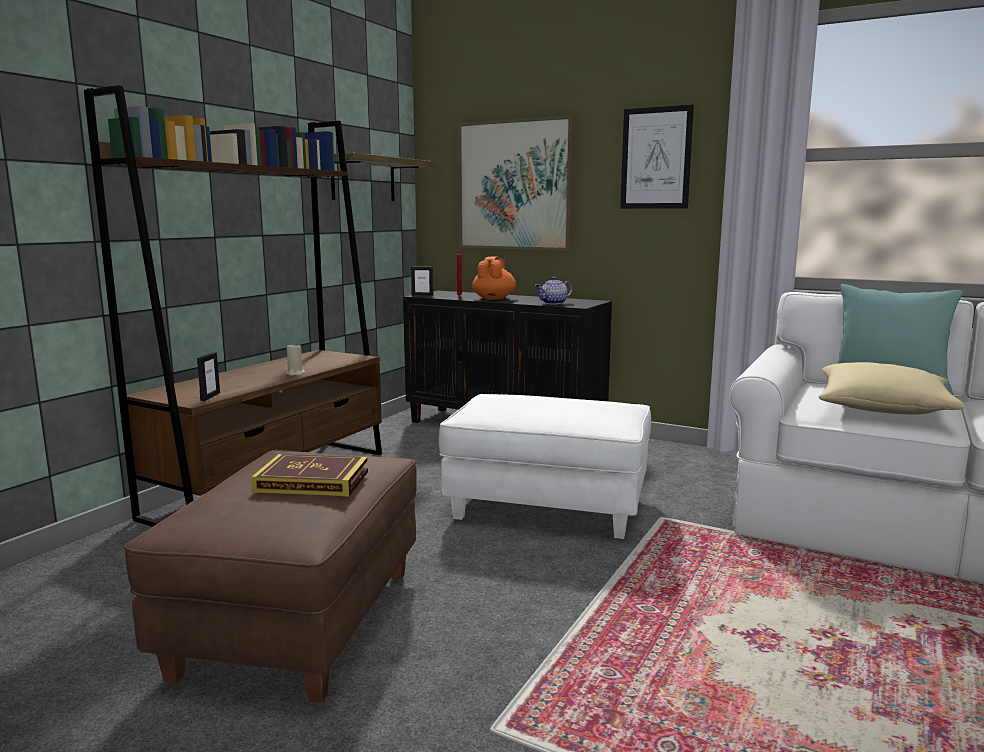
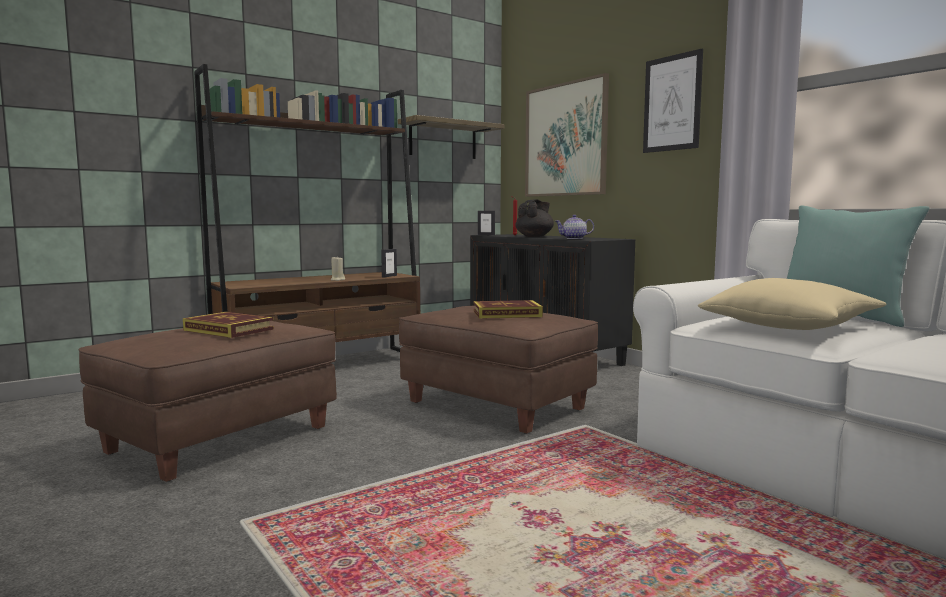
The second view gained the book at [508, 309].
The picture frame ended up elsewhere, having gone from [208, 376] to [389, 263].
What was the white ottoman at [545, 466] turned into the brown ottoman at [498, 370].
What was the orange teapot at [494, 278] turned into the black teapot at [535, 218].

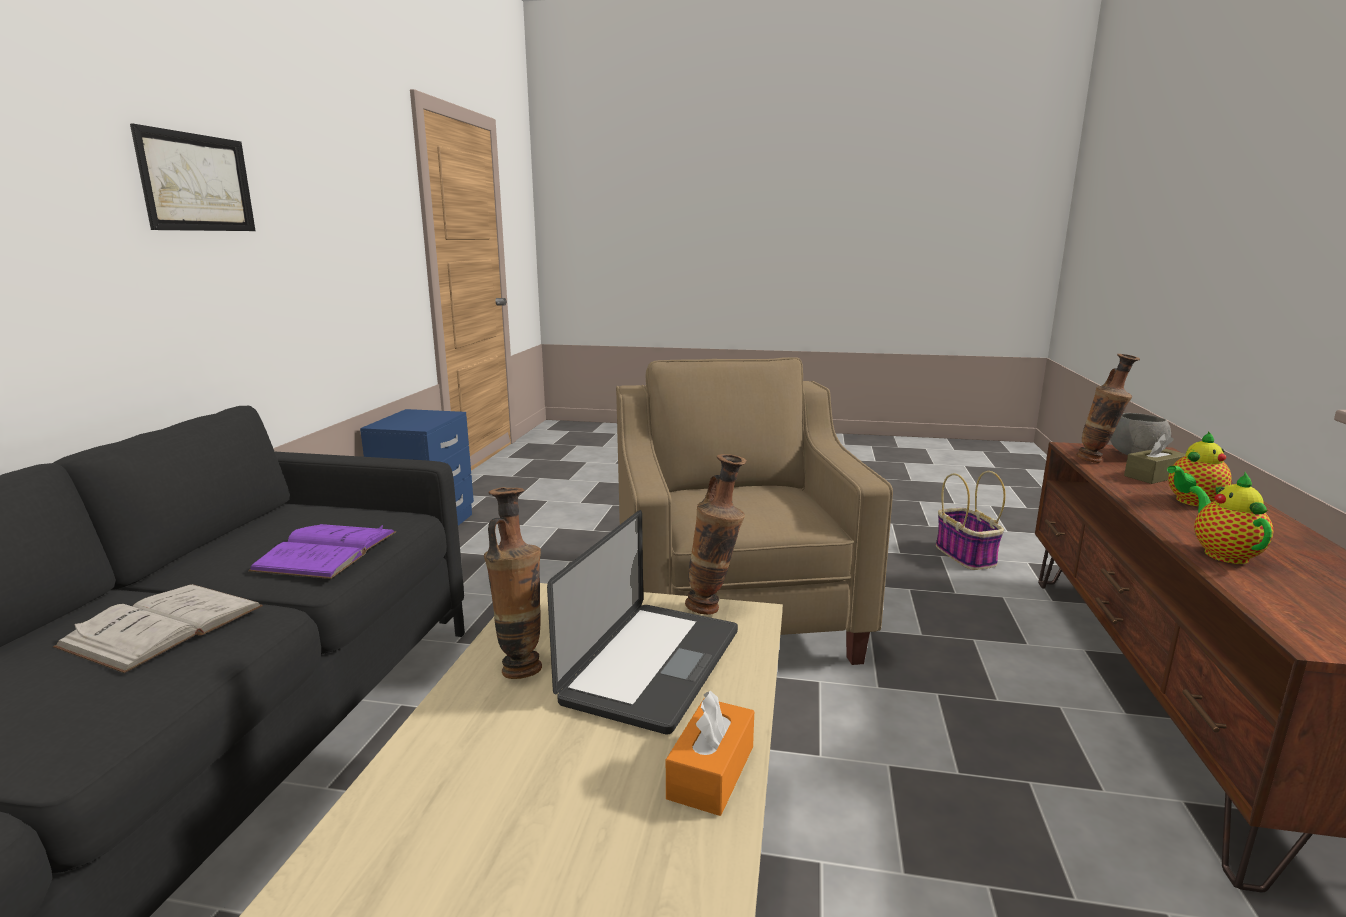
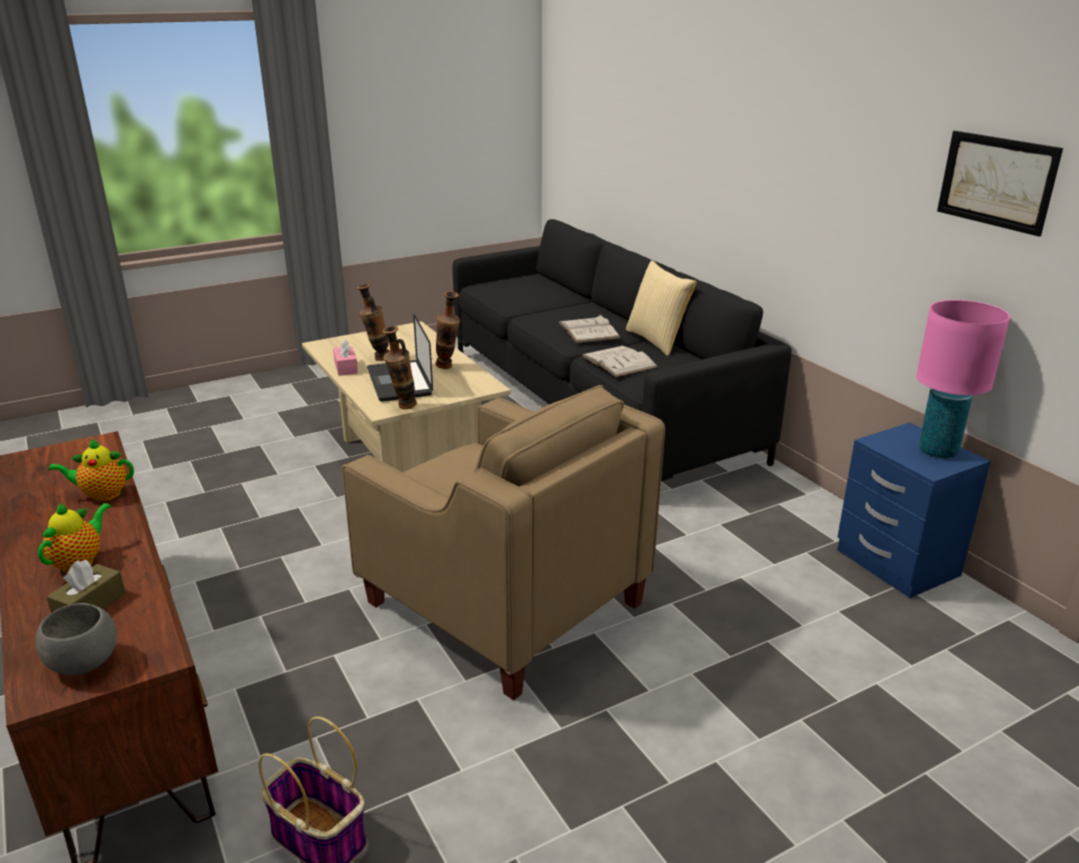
The second view gained the pillow at [661, 308].
The second view gained the pink table lamp at [963, 379].
The picture ended up elsewhere, having gone from [192, 177] to [1000, 183].
The vase ended up elsewhere, having gone from [1108, 408] to [372, 322].
What was the purple book at [322, 551] turned into the white book at [620, 361].
What was the orange tissue box at [710, 753] turned into the pink tissue box at [345, 357].
The teapot at [1231, 518] ended up facing another way, 120 degrees clockwise from before.

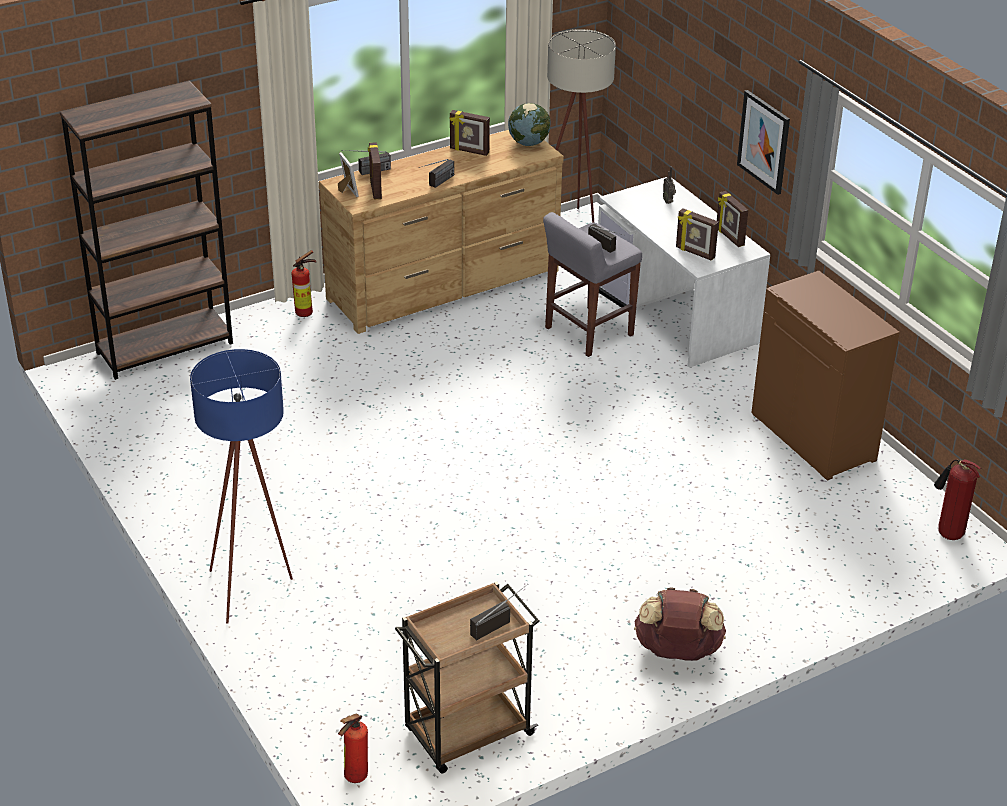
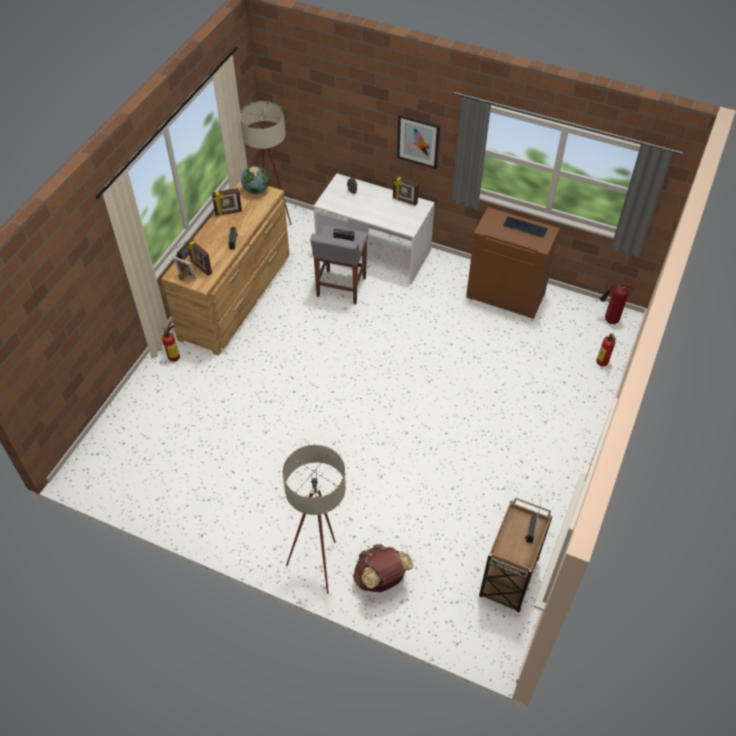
The second view lost the brown bookcase at [146, 230].
The second view lost the picture frame at [697, 234].
The second view gained the keyboard at [525, 227].
The fire extinguisher ended up elsewhere, having gone from [353, 748] to [606, 349].
The brown backpack ended up elsewhere, having gone from [680, 624] to [383, 568].
What was the blue floor lamp at [241, 486] turned into the beige floor lamp at [314, 519].

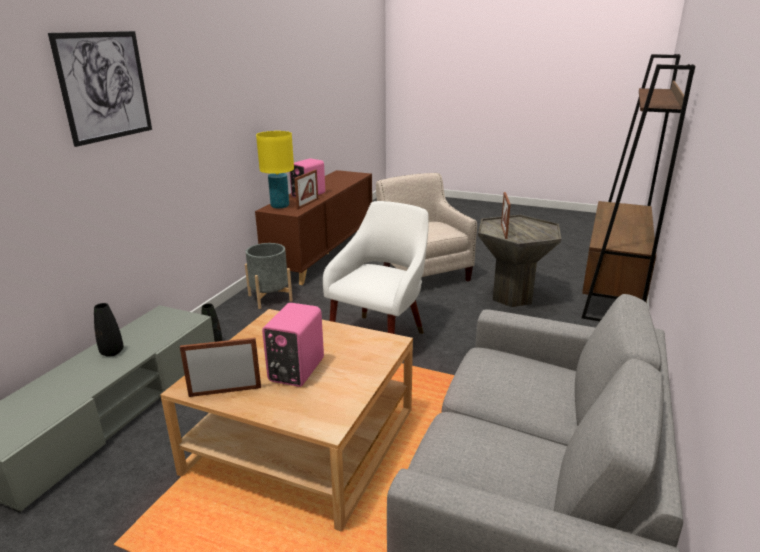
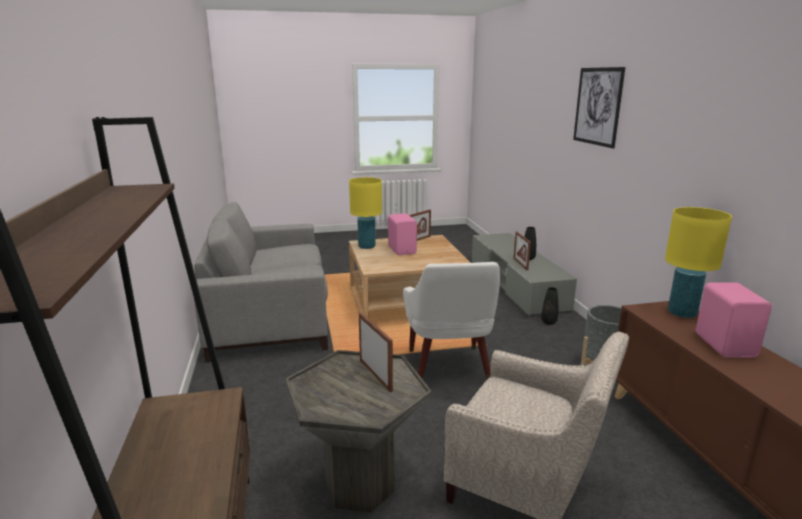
The second view gained the yellow table lamp at [365, 213].
The picture frame ended up elsewhere, having gone from [306, 189] to [522, 251].

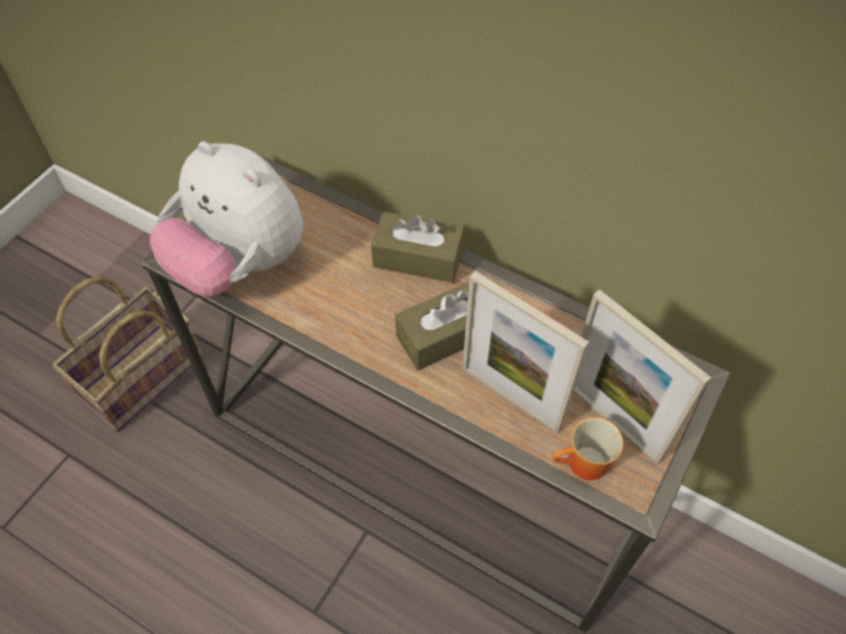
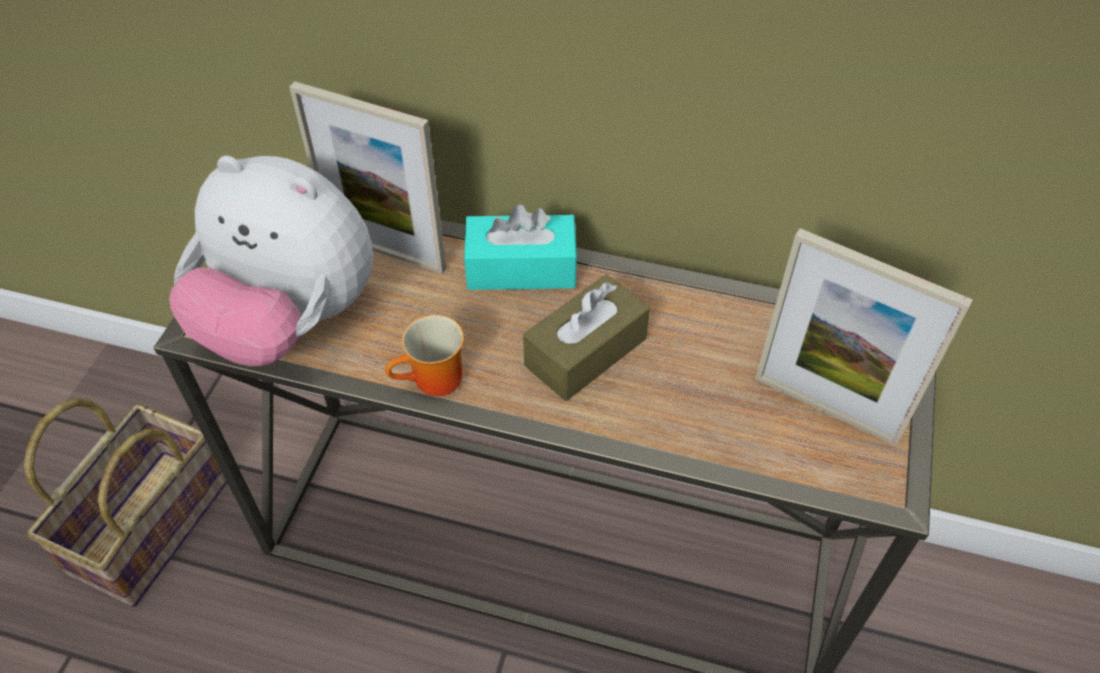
The picture frame ended up elsewhere, having gone from [525, 352] to [367, 177].
The mug ended up elsewhere, having gone from [587, 448] to [424, 355].
What was the brown tissue box at [417, 247] turned into the turquoise tissue box at [521, 247].

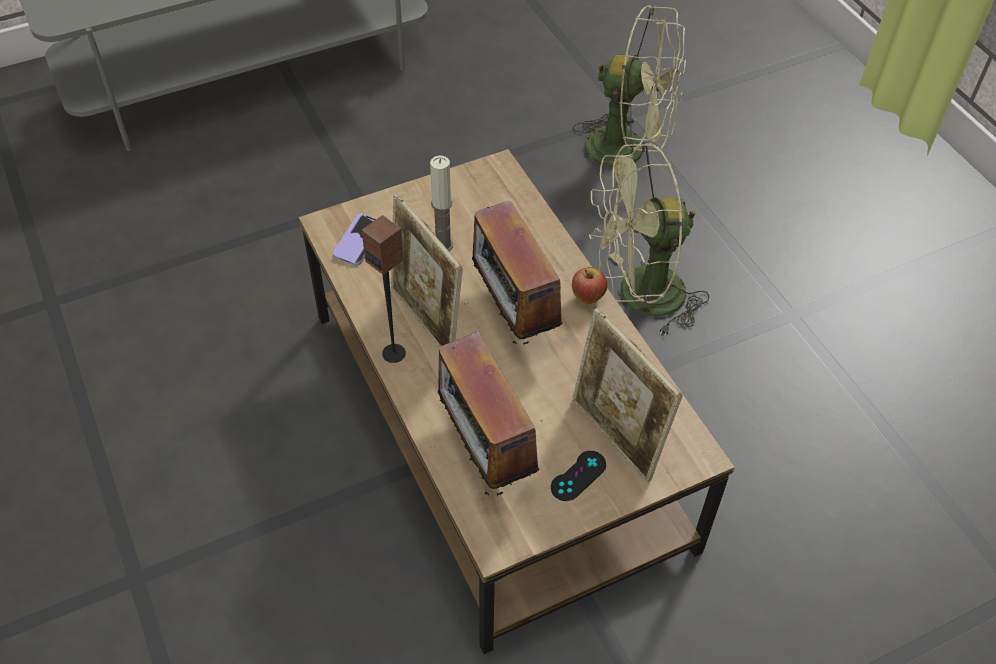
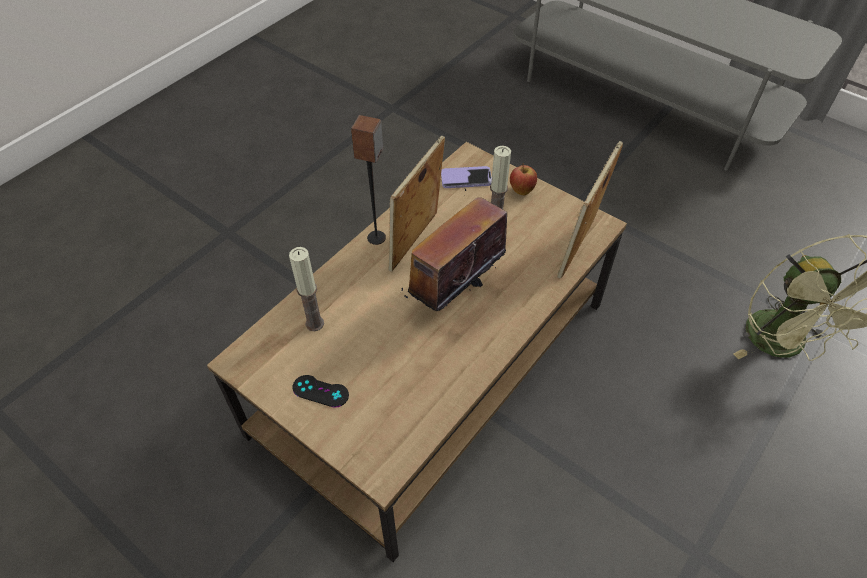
The second view lost the green fan at [649, 239].
The apple ended up elsewhere, having gone from [590, 285] to [523, 179].
The picture frame ended up elsewhere, having gone from [627, 395] to [590, 210].
Where the radio stood at [490, 414], the candle came to stand at [306, 289].

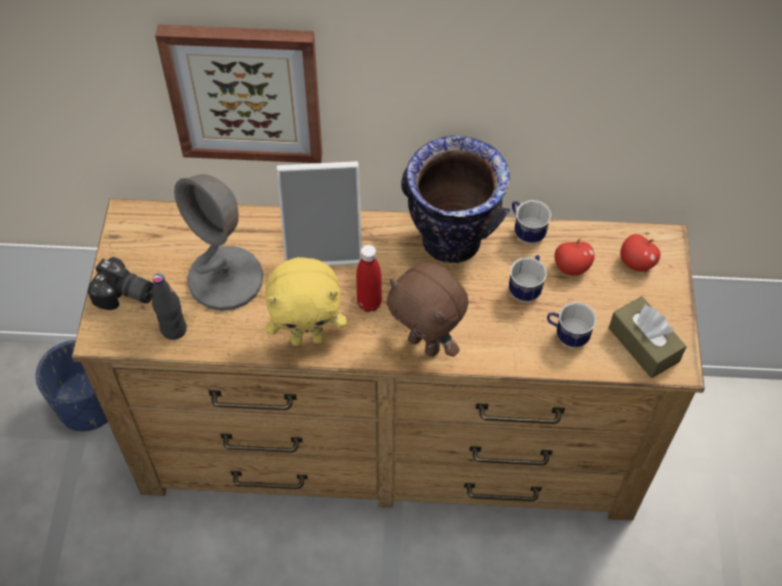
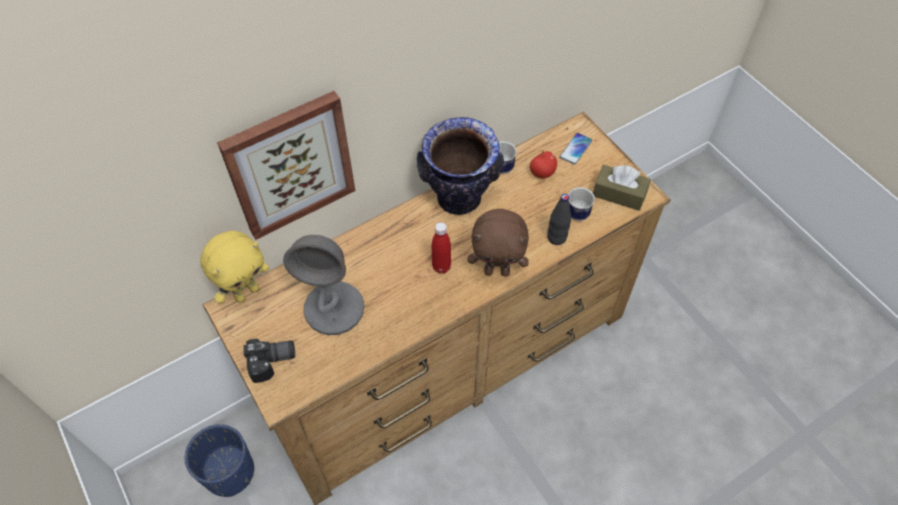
The second view lost the picture frame at [319, 213].
The second view lost the mug at [528, 278].
The black bottle ended up elsewhere, having gone from [169, 307] to [559, 219].
The yellow plush toy ended up elsewhere, having gone from [306, 301] to [234, 267].
Where the apple stood at [640, 252], the phone came to stand at [576, 149].

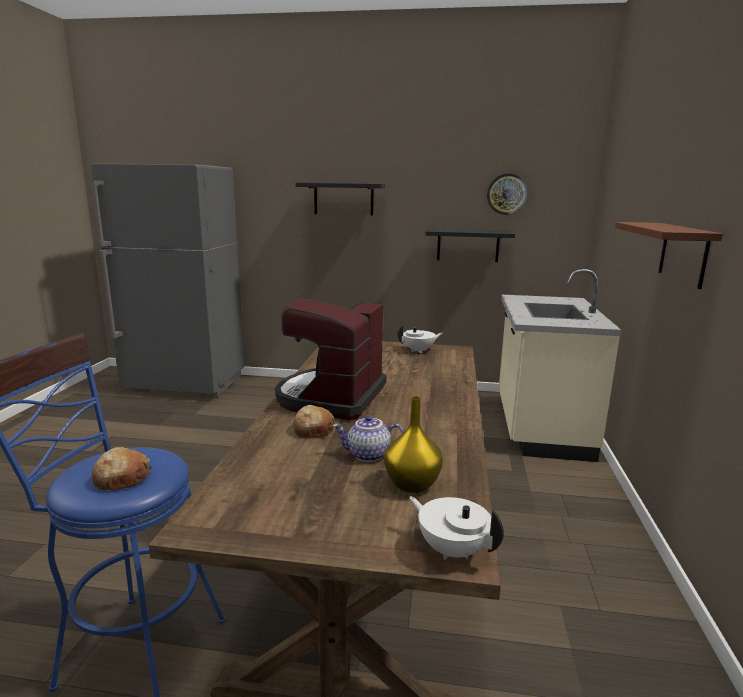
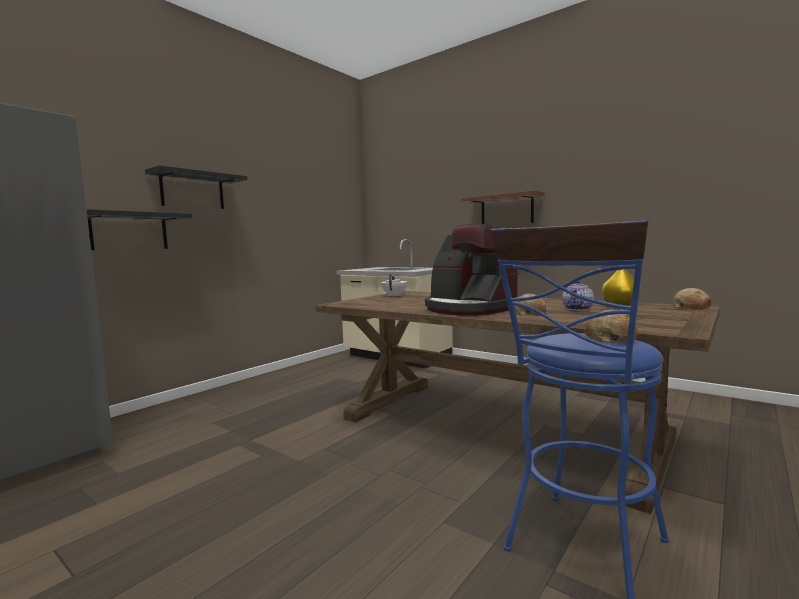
The second view lost the wall clock at [507, 194].
The black shelf ended up elsewhere, having gone from [470, 245] to [139, 229].
Where the white teapot stood at [456, 528], the bread came to stand at [692, 299].

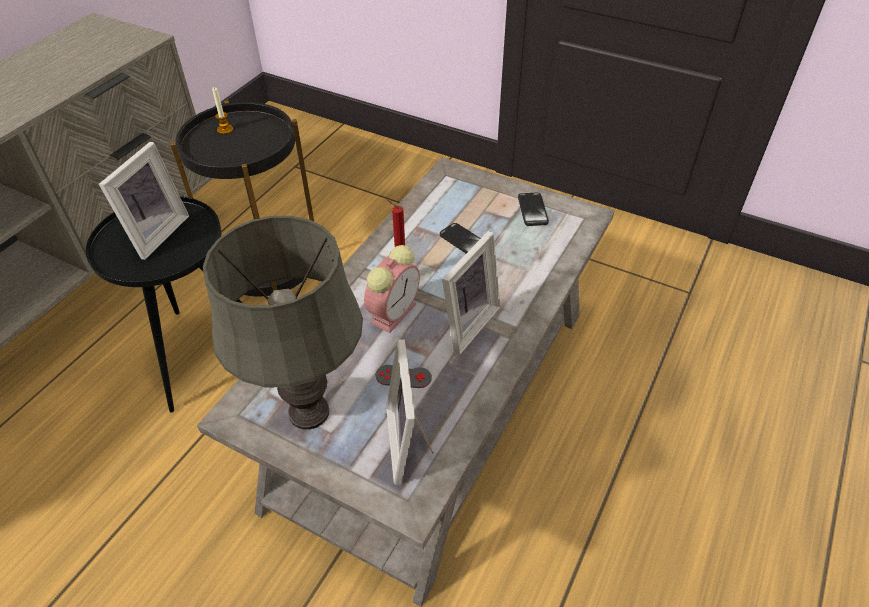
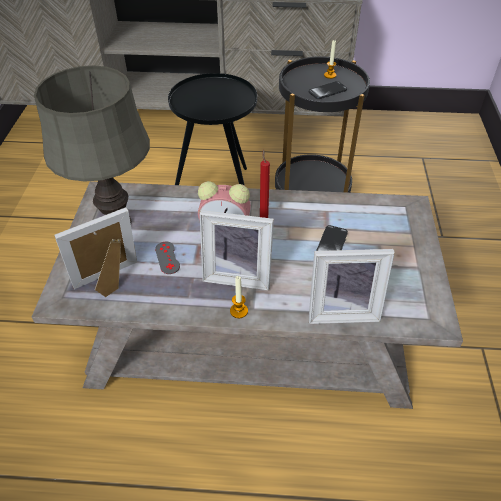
The second view gained the candle at [239, 297].
The picture frame ended up elsewhere, having gone from [144, 201] to [351, 286].
The phone ended up elsewhere, having gone from [533, 209] to [328, 90].

